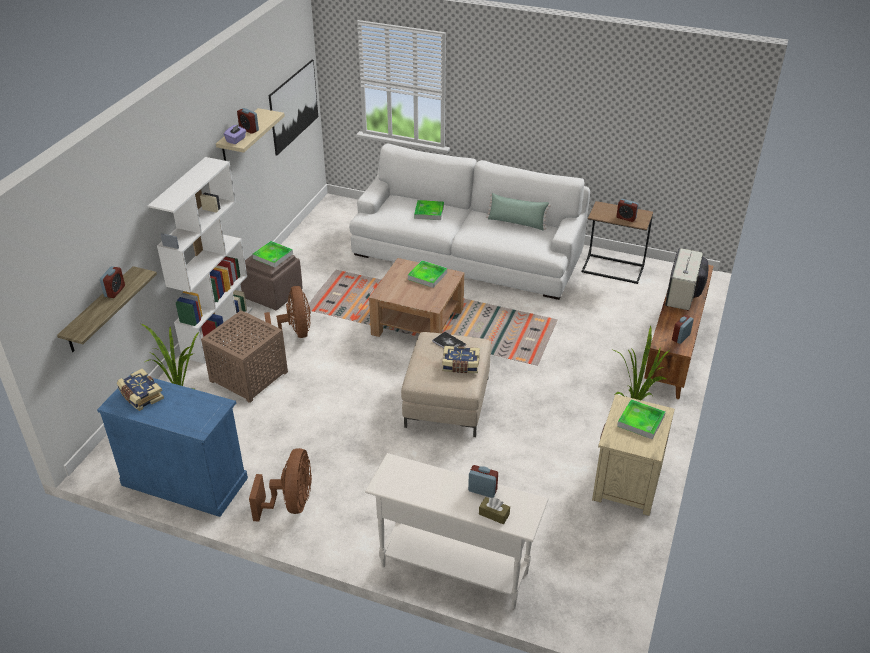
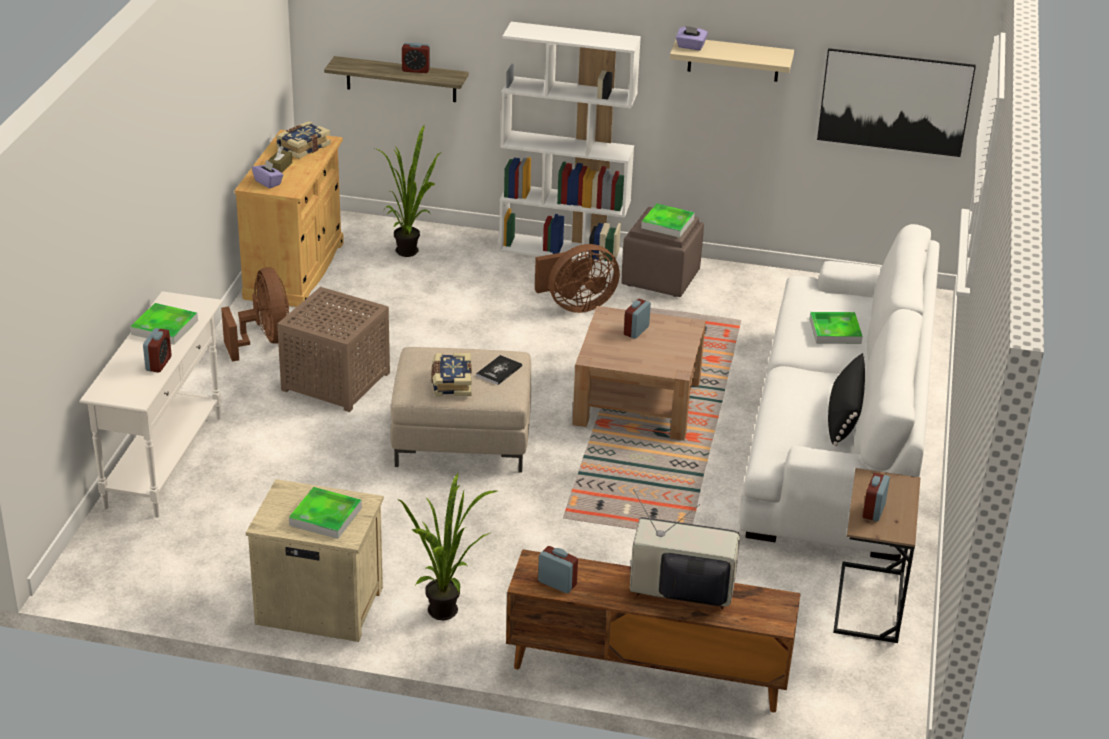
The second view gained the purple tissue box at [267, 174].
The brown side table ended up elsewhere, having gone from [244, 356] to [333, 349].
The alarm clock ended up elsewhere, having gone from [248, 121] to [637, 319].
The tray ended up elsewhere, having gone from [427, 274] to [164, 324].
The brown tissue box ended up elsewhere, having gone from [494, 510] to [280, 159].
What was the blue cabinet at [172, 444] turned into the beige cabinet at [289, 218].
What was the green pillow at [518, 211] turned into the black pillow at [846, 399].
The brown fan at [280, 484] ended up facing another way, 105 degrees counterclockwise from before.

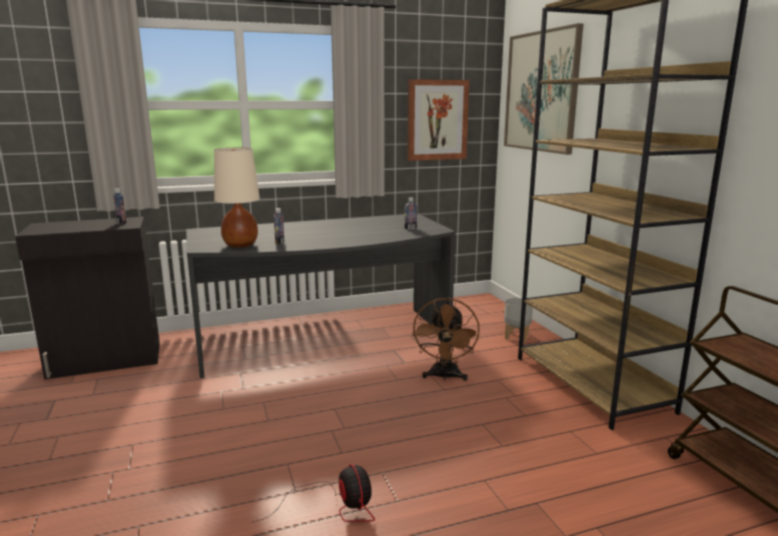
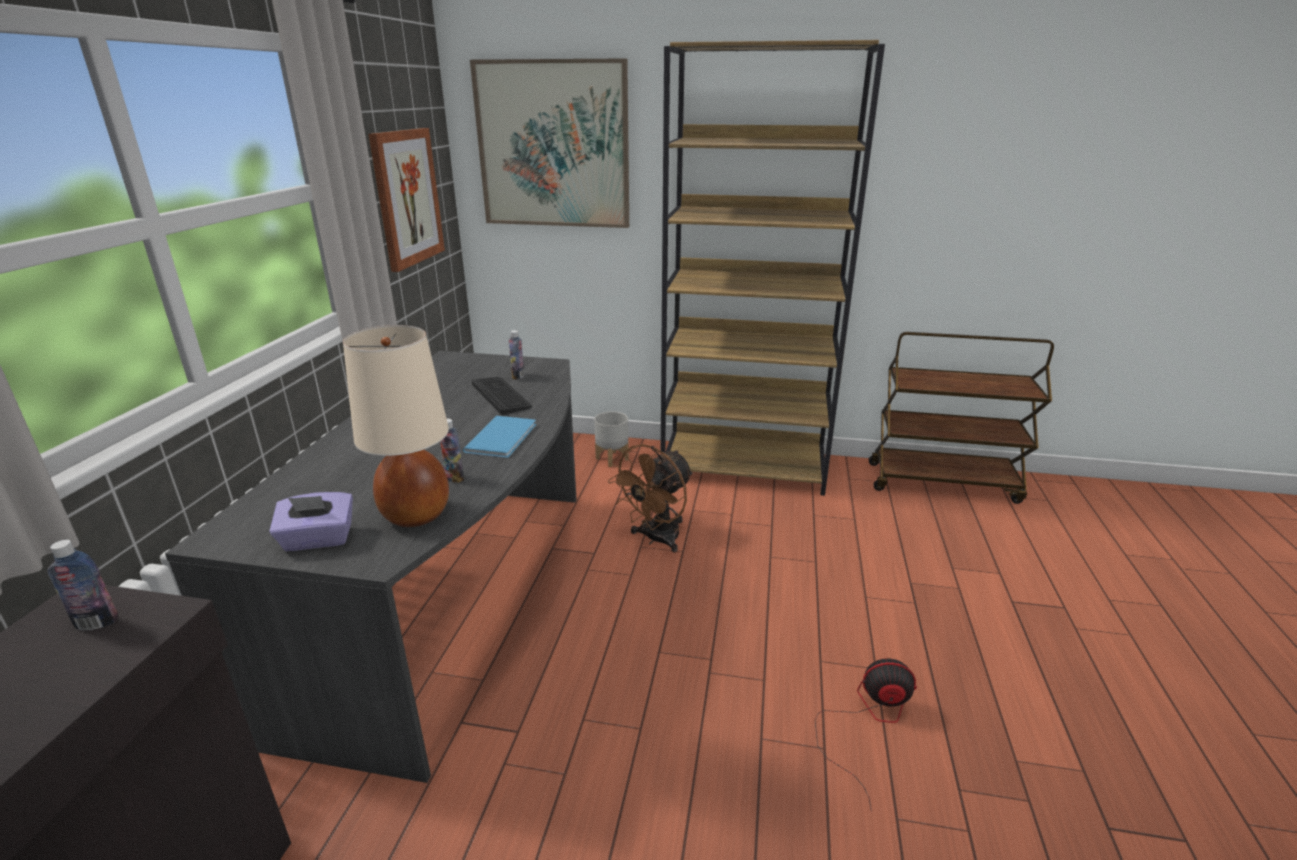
The second view gained the purple tissue box at [311, 521].
The second view gained the blue book at [499, 437].
The second view gained the keyboard at [502, 396].
The brown fan at [446, 339] ended up facing another way, 90 degrees clockwise from before.

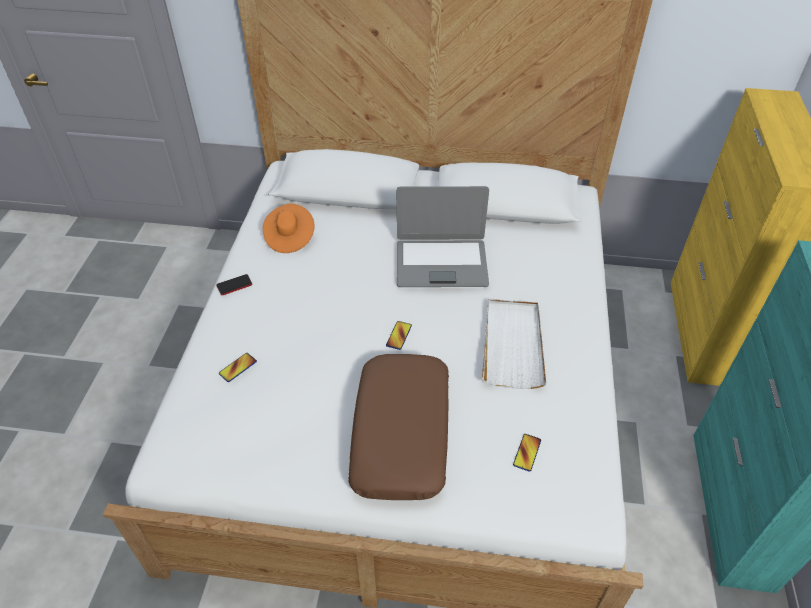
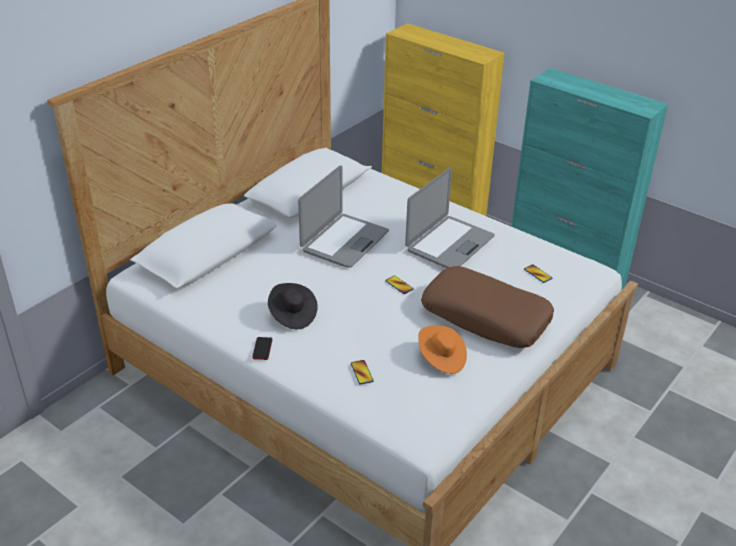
The second view gained the black hat at [293, 306].
The orange hat ended up elsewhere, having gone from [289, 228] to [442, 349].
Where the white tray stood at [514, 344], the laptop came to stand at [450, 218].

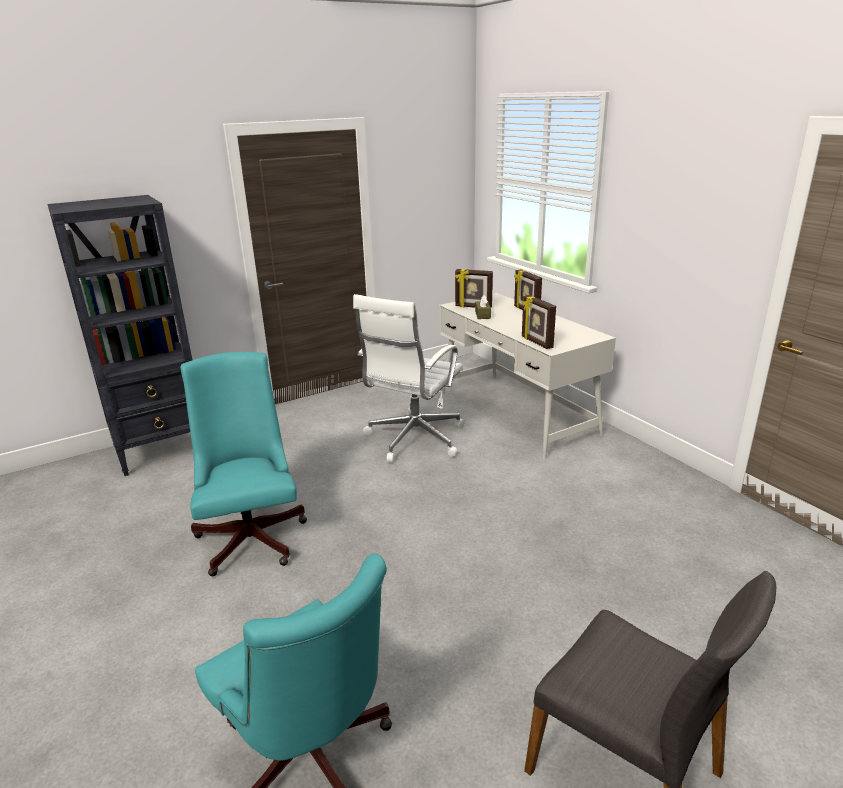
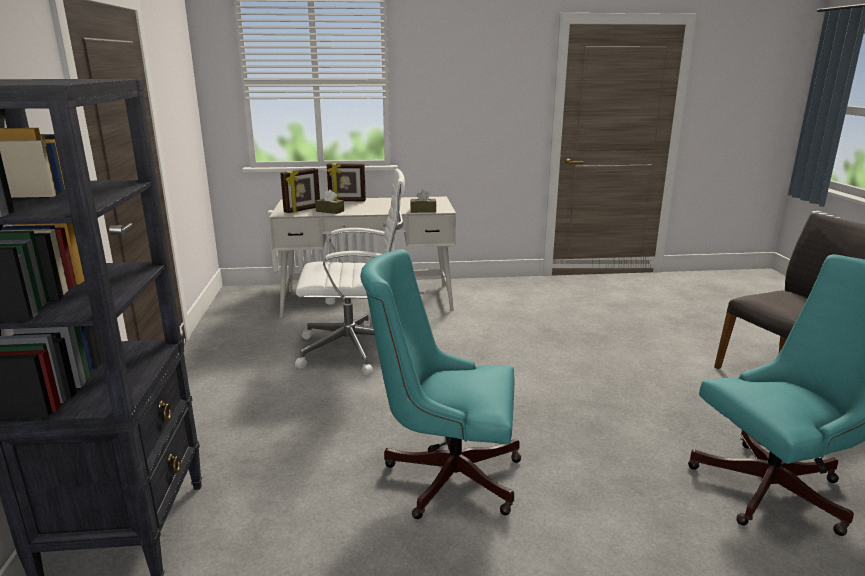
Where the picture frame stood at [539, 322], the brown tissue box came to stand at [423, 201].
The white office chair at [409, 378] ended up facing another way, 60 degrees counterclockwise from before.

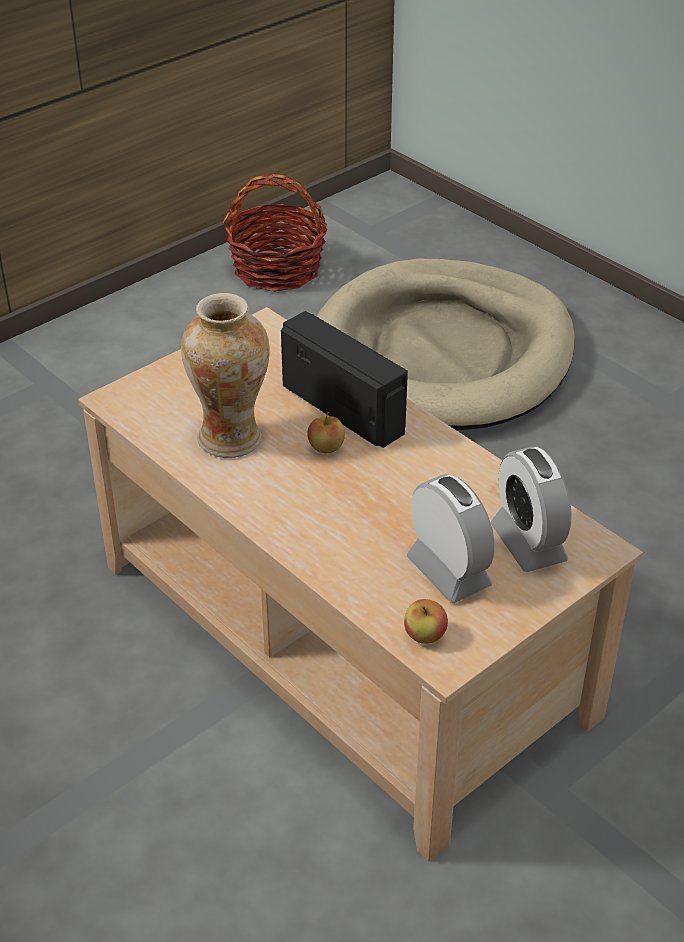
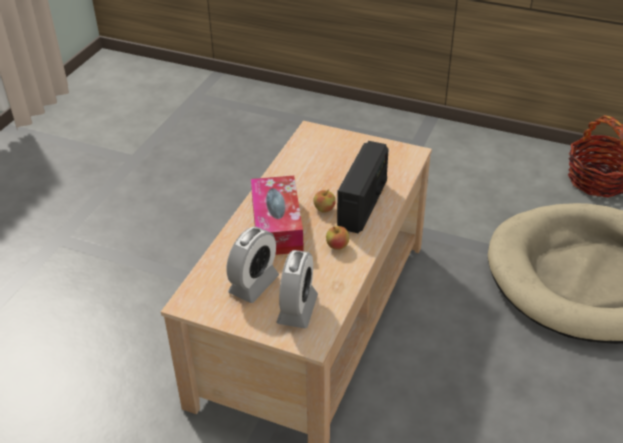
The second view lost the vase at [225, 375].
The second view gained the tissue box at [277, 215].
The apple ended up elsewhere, having gone from [426, 621] to [337, 238].
The alarm clock at [531, 509] ended up facing another way, 150 degrees clockwise from before.

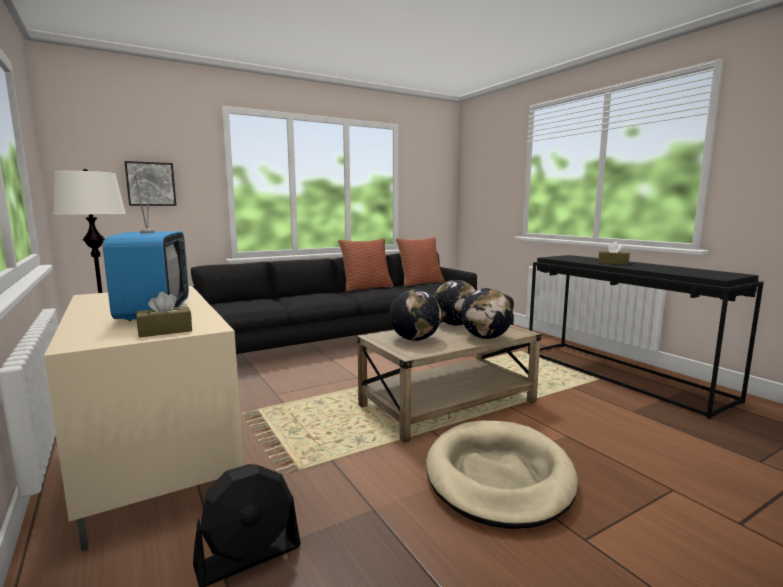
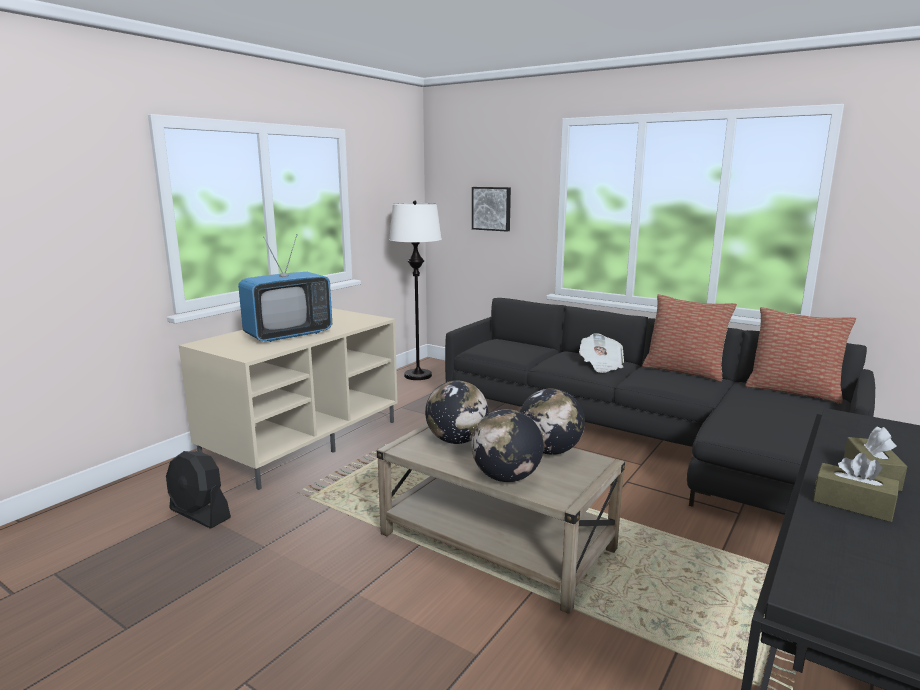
The second view lost the beige dog bed at [502, 475].
The second view gained the newspaper at [601, 353].
The brown tissue box ended up elsewhere, having gone from [164, 314] to [856, 487].

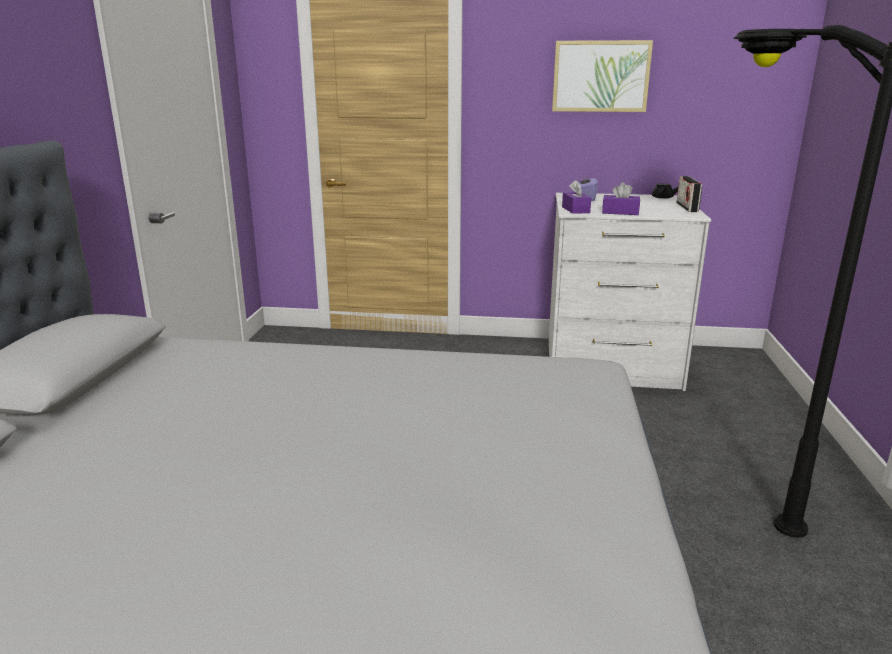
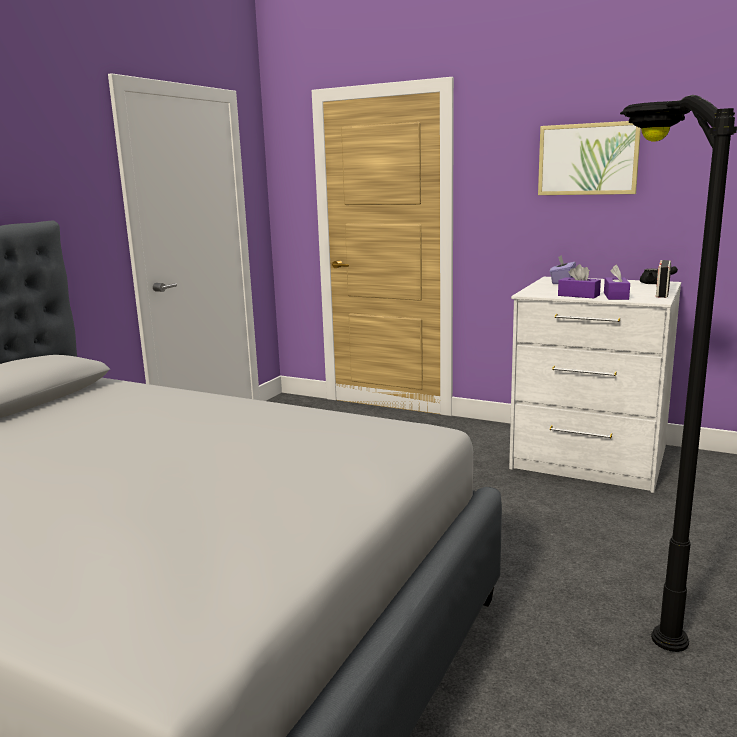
The purple tissue box ended up elsewhere, having gone from [576, 197] to [617, 282].

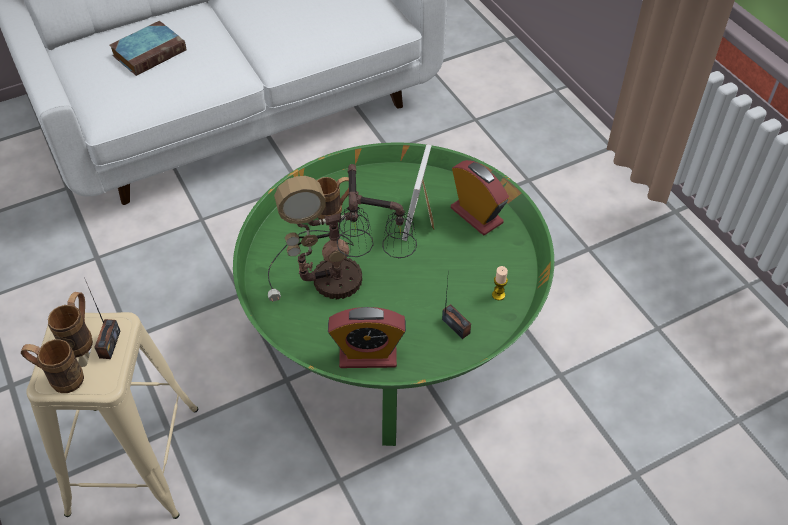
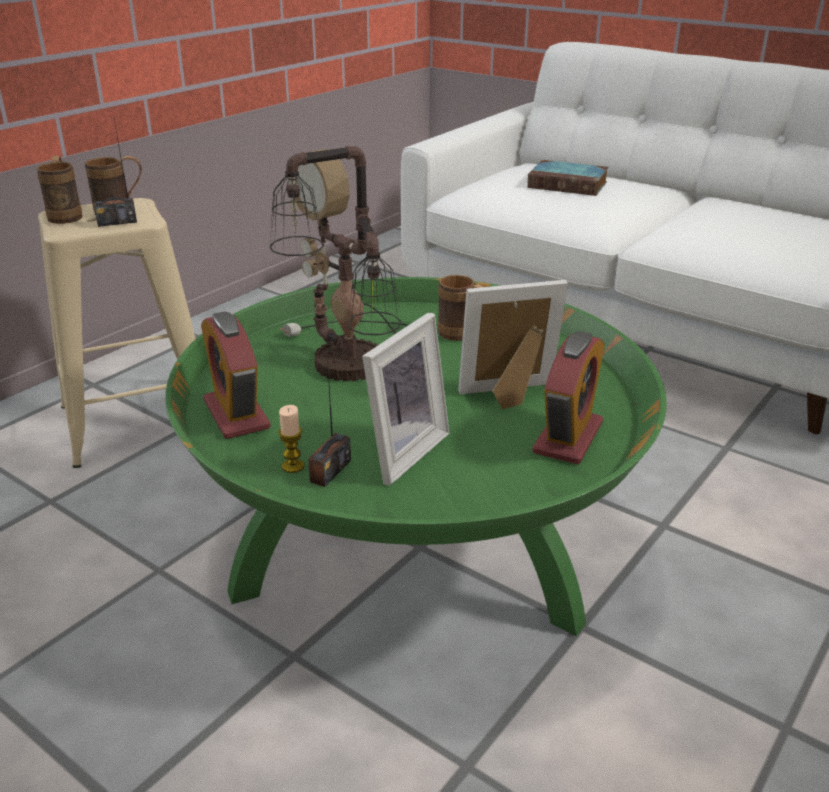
The second view gained the picture frame at [405, 399].
The candle ended up elsewhere, having gone from [500, 283] to [291, 439].

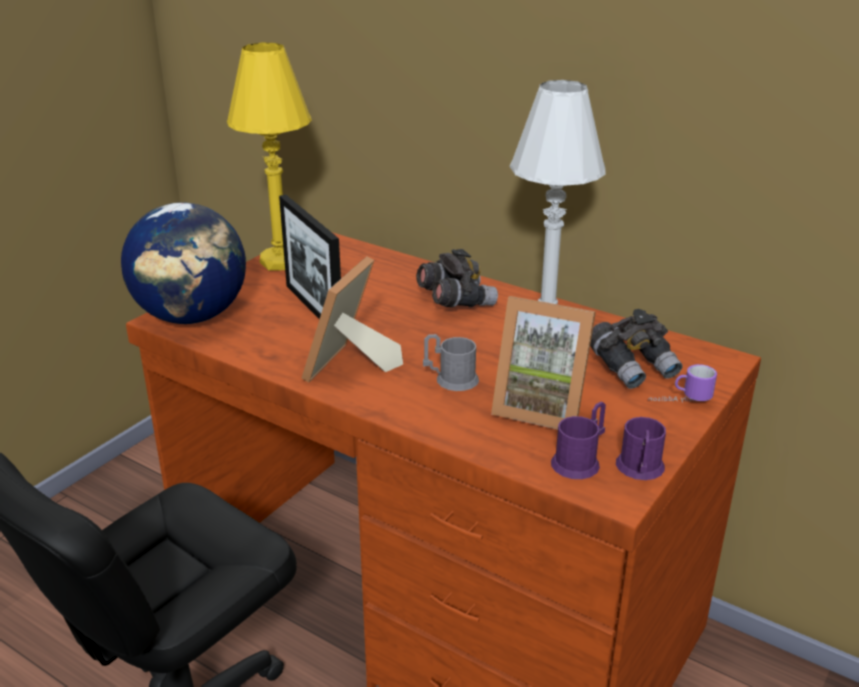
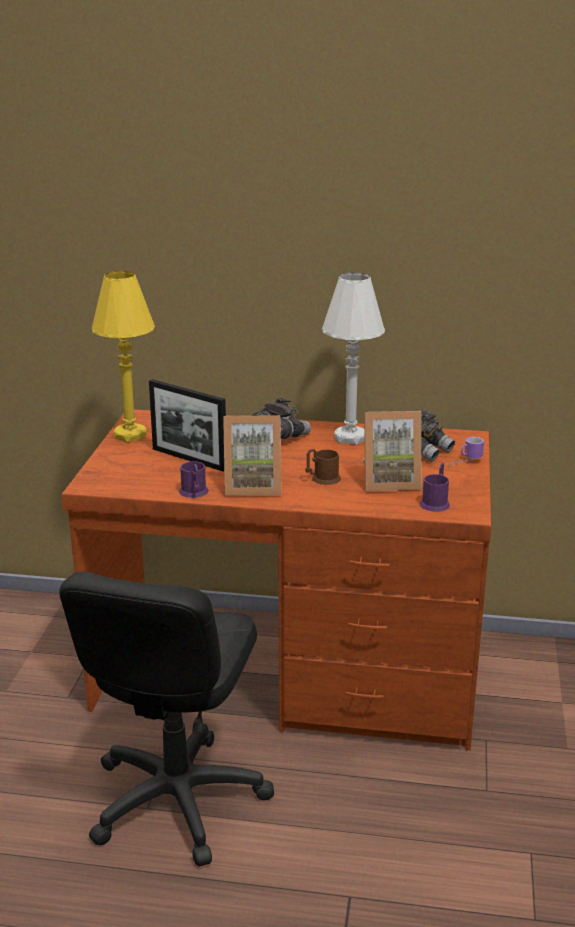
The second view lost the globe at [183, 263].
The purple mug ended up elsewhere, having gone from [641, 448] to [194, 479].
What was the grey mug at [451, 362] turned into the brown mug at [323, 467].
The picture frame at [352, 319] ended up facing another way, 90 degrees counterclockwise from before.

